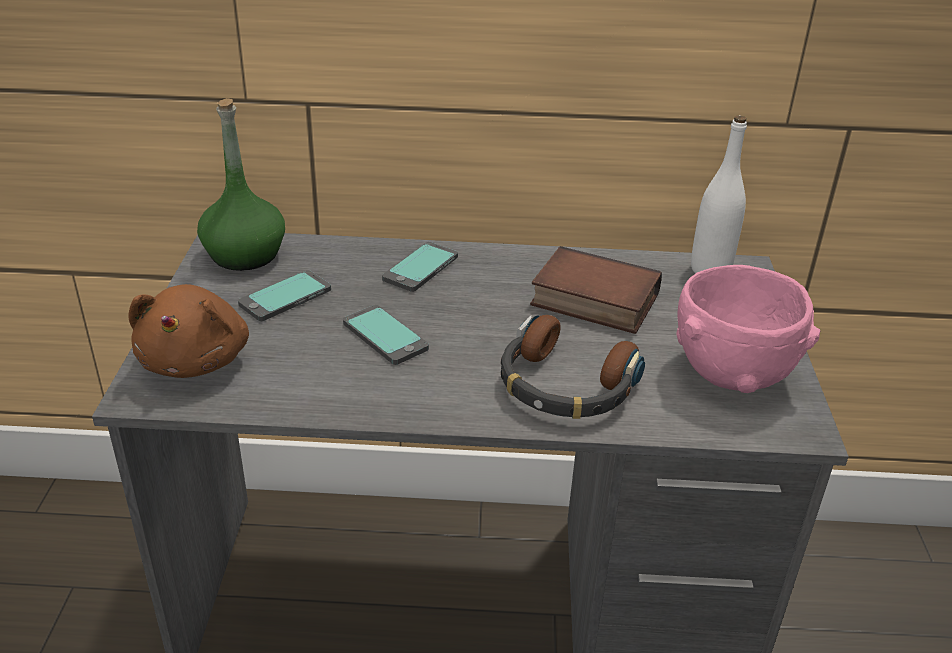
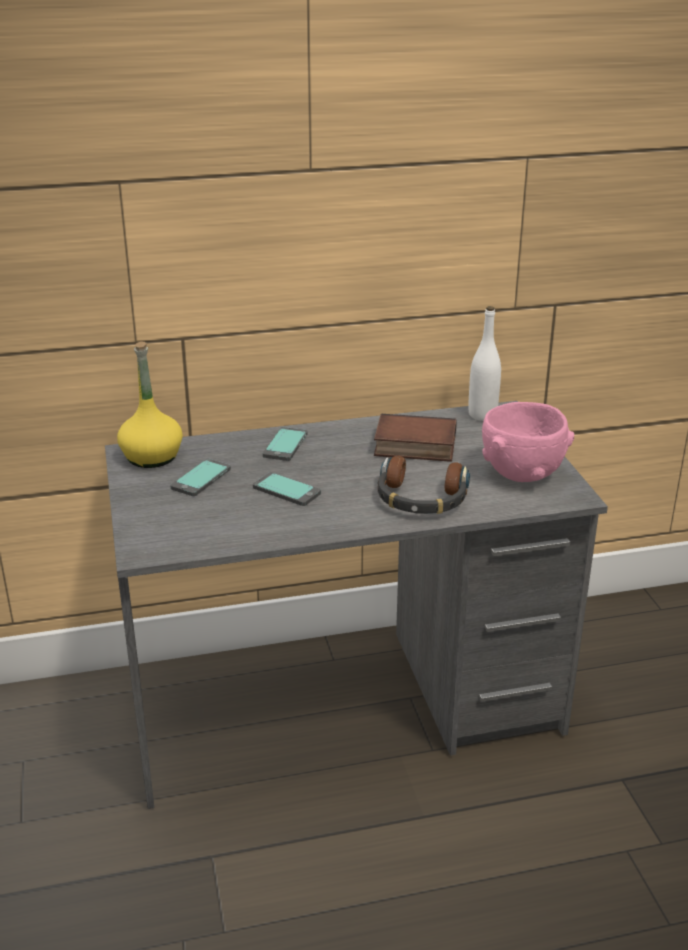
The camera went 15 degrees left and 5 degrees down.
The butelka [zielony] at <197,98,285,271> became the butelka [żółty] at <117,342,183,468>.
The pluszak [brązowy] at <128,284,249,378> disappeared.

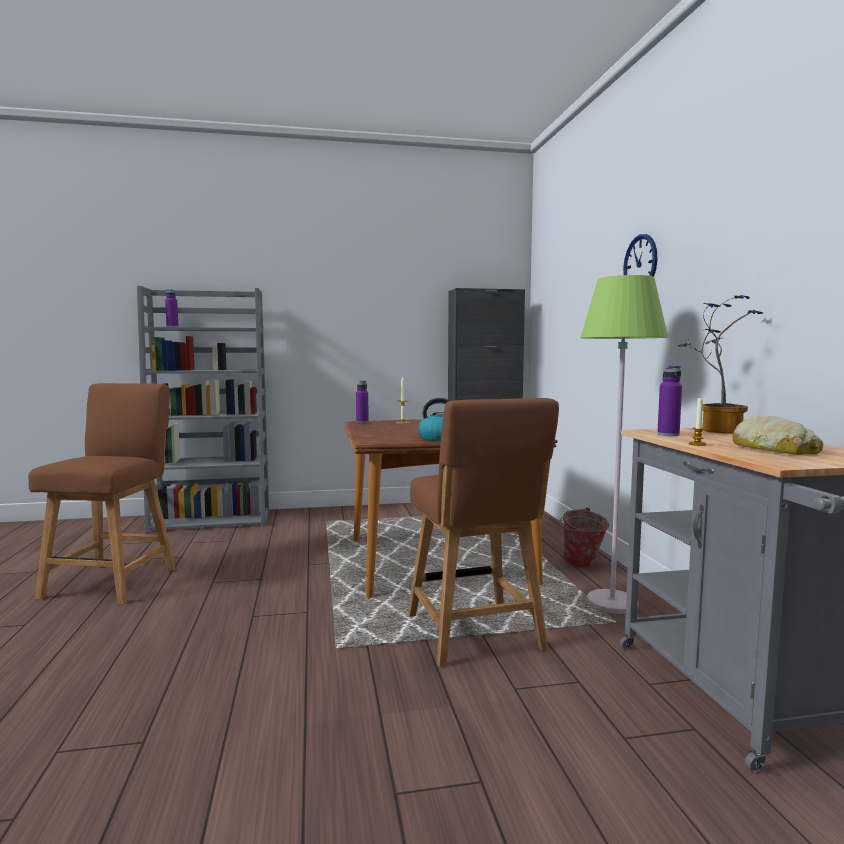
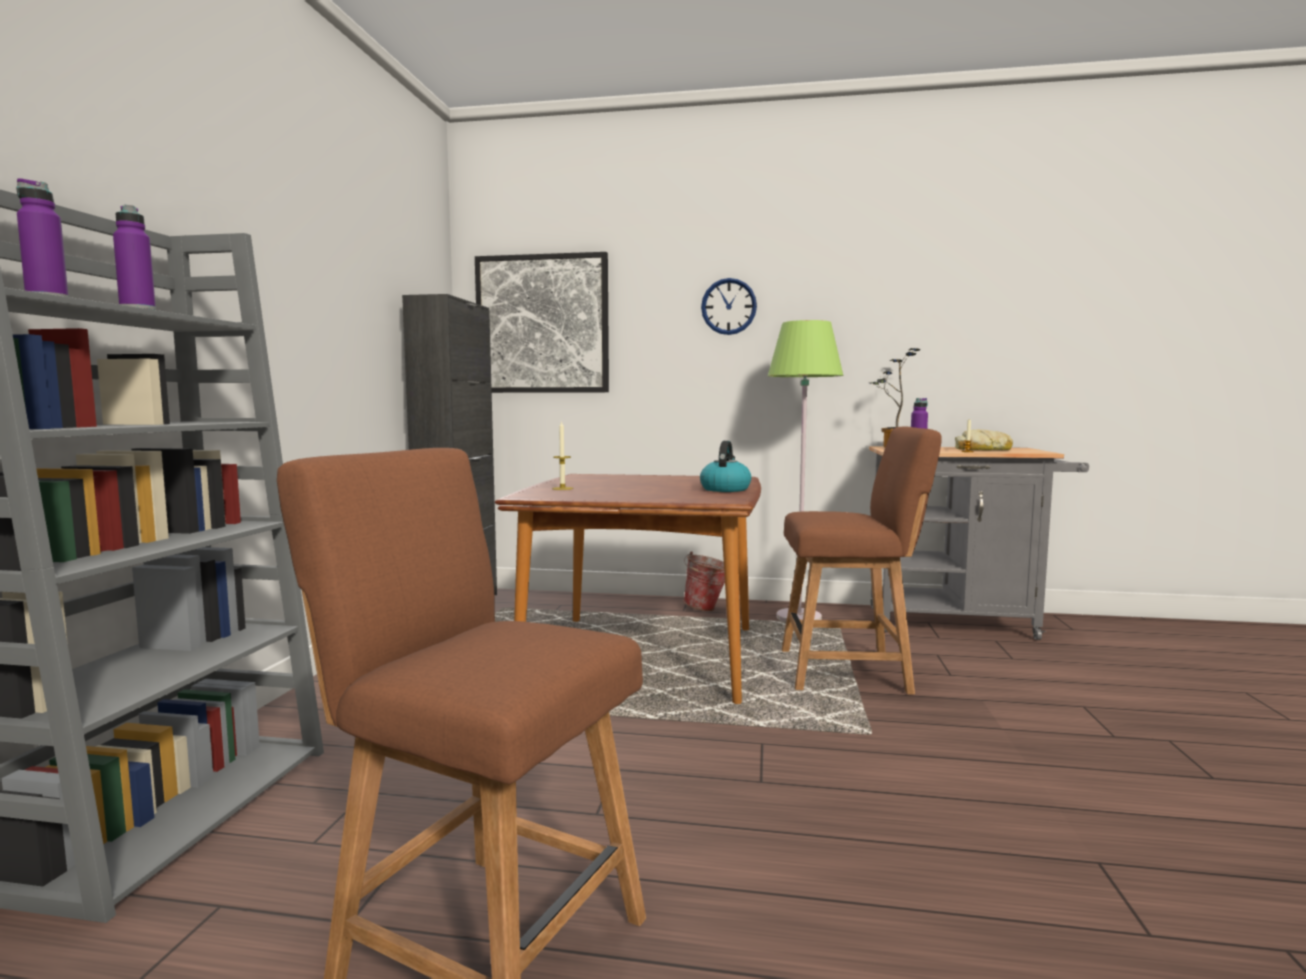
The camera went 70 degrees left and 0 degrees up.
The butelka [fioletowy] moved from <356,381,369,423> to <113,205,156,310>.
The obraz at <475,252,609,393> appeared.

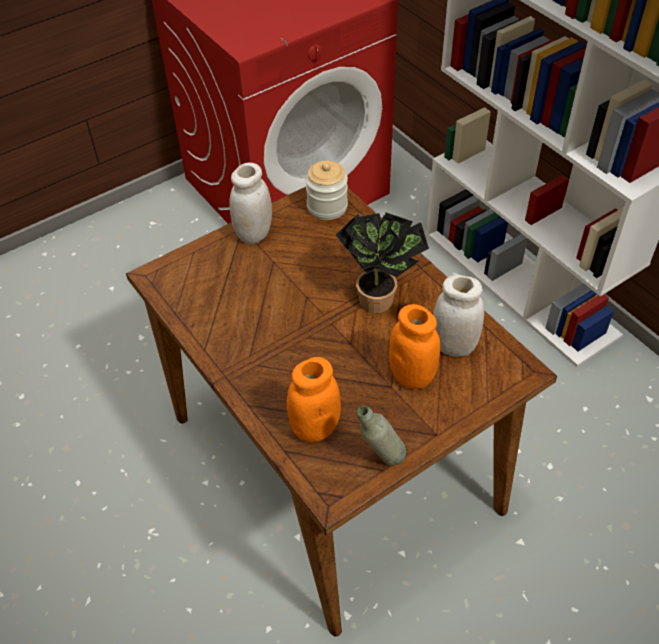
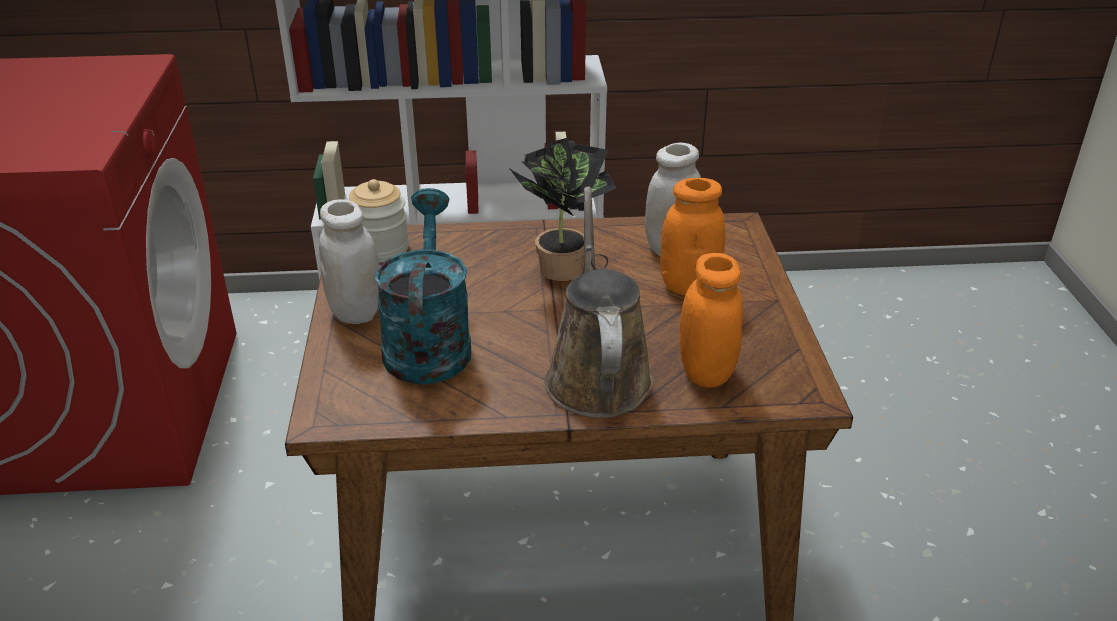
The camera went 60 degrees left and 15 degrees down.
The konewka [turkusowy] at <375,188,471,384> appeared.
The konewka [brązowy] at <545,187,653,418> appeared.
The butelka [szary] at <357,406,406,466> disappeared.

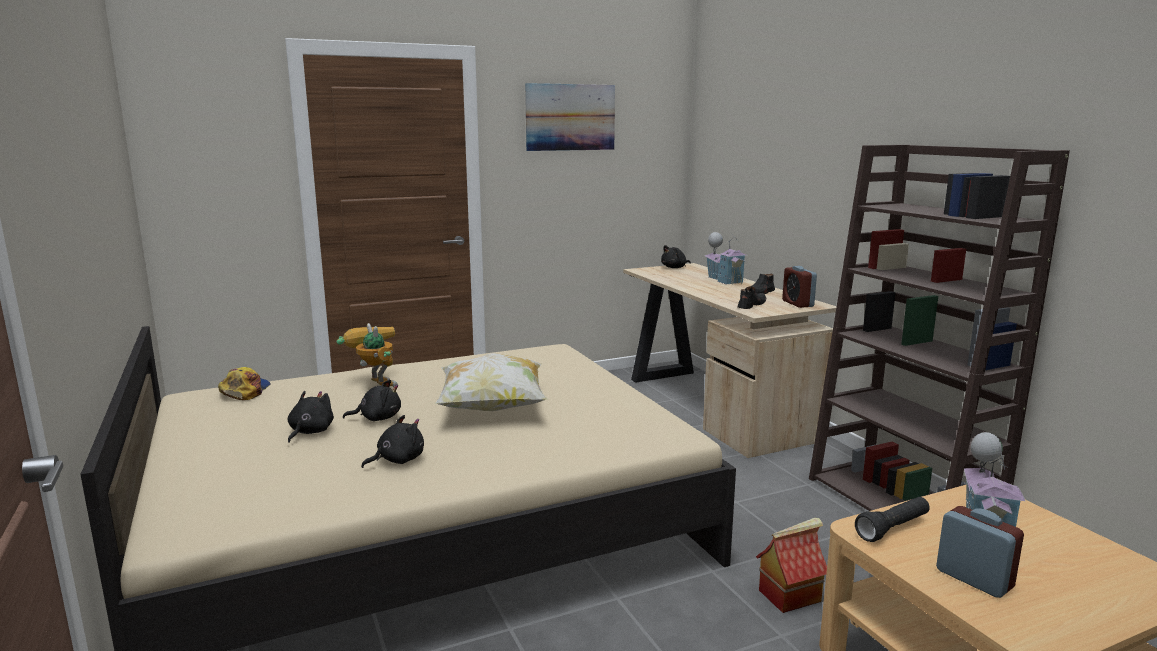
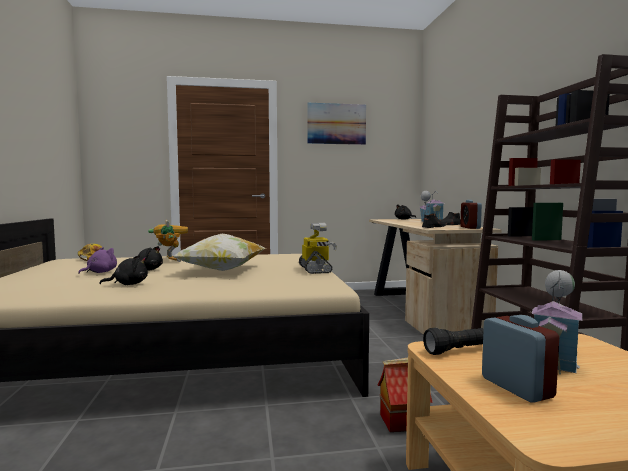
The camera went 15 degrees right and 10 degrees down.
The pluszak [czarny] at <288,391,334,443> became the pluszak [fioletowy] at <78,247,117,274>.
The robot zabawkowy at <299,223,337,274> appeared.

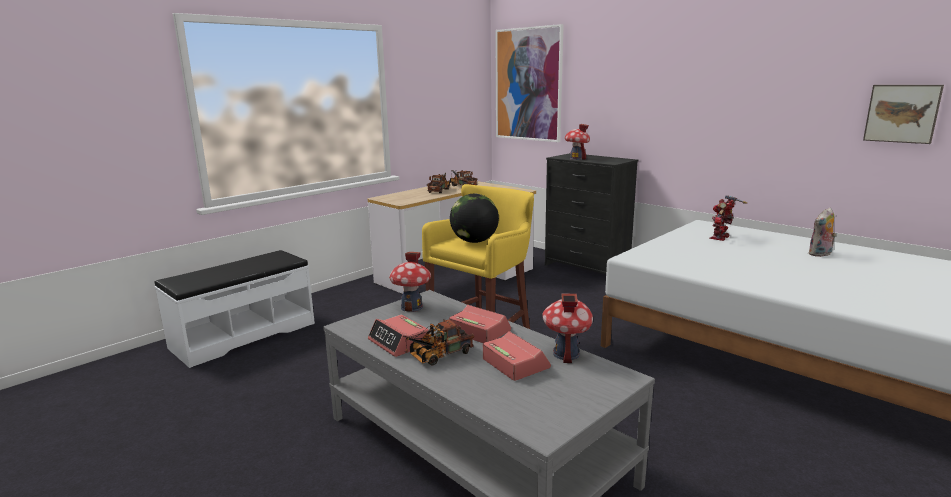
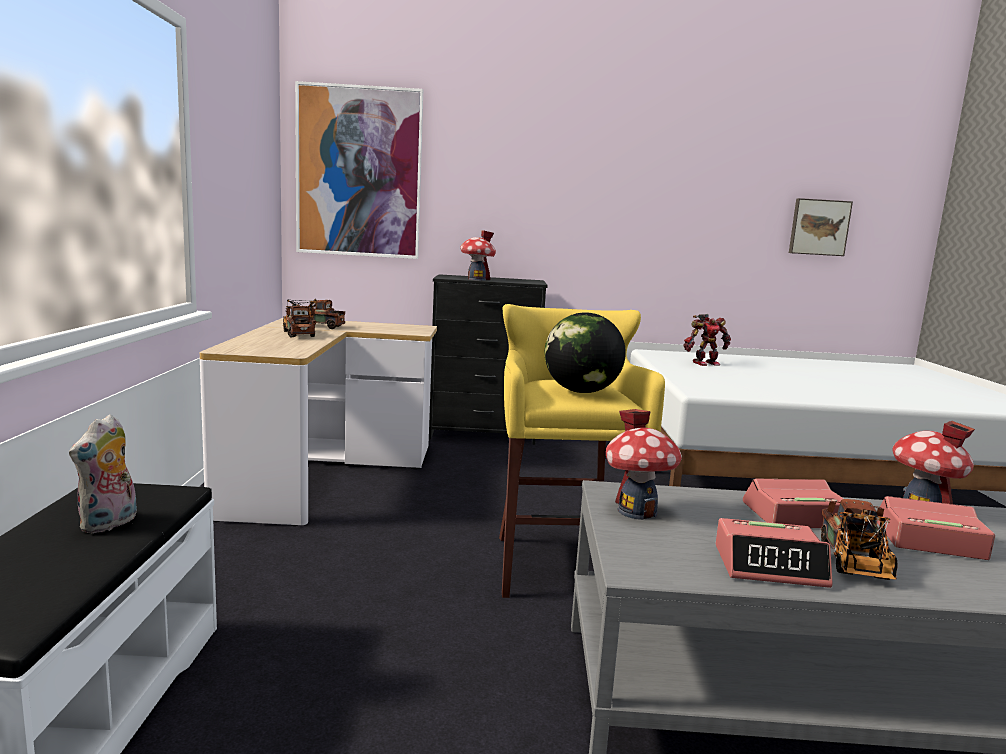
The camera went 45 degrees left and 5 degrees down.
The pluszak moved from <809,208,836,257> to <69,414,137,534>.
The robot zabawkowy at <709,195,748,241> turned 105 degrees counterclockwise.

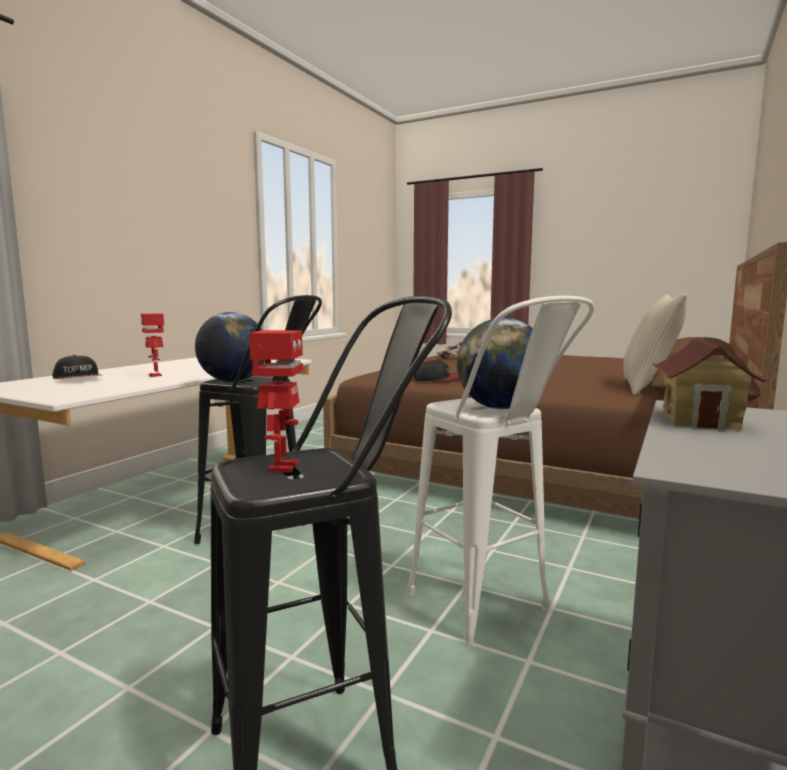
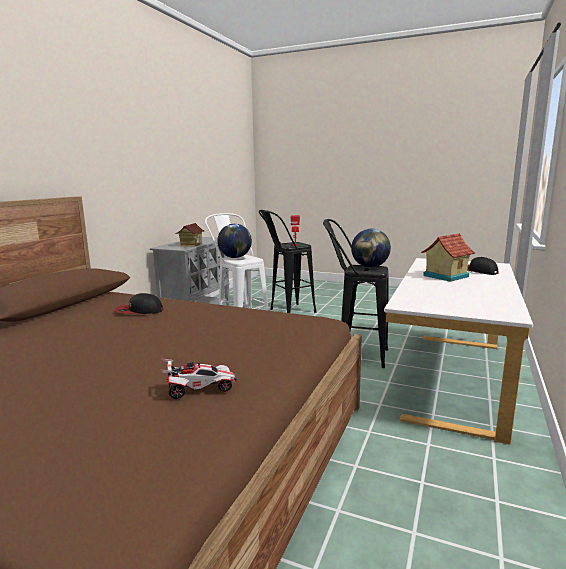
The camera went 175 degrees right and 5 degrees up.
The czapka z daszkiem moved from <414,360,459,381> to <115,293,163,314>.
The robot zabawkowy at <141,313,164,377> was replaced by the domek at <421,233,475,282>.
The poduszka [beżowy] at <623,294,687,395> disappeared.

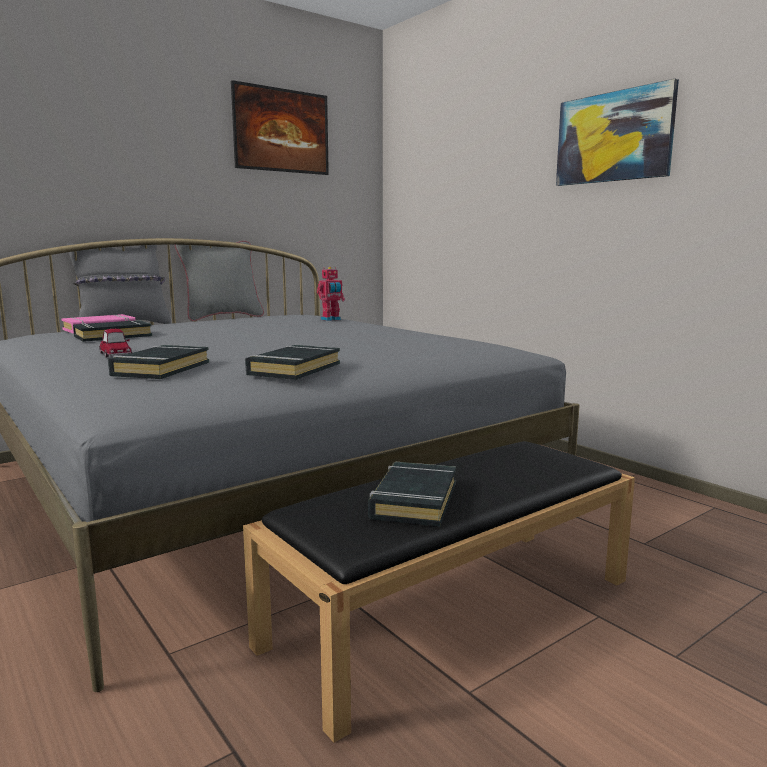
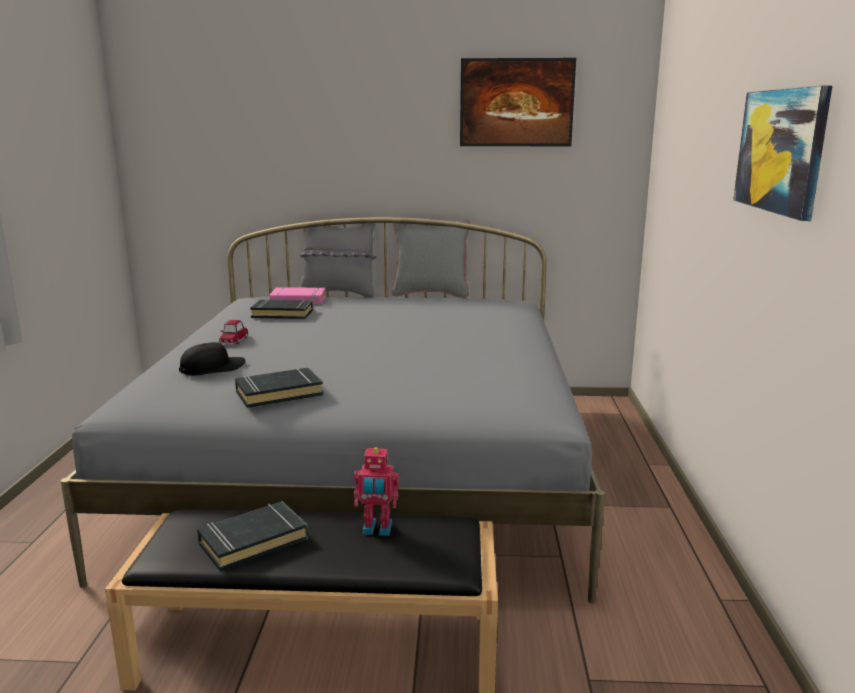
The camera went 40 degrees right and 5 degrees up.
The książka [czarny] at <108,345,209,379> was replaced by the czapka z daszkiem [czarny] at <179,342,245,375>.
The robot zabawkowy moved from <317,267,345,321> to <354,447,399,536>.

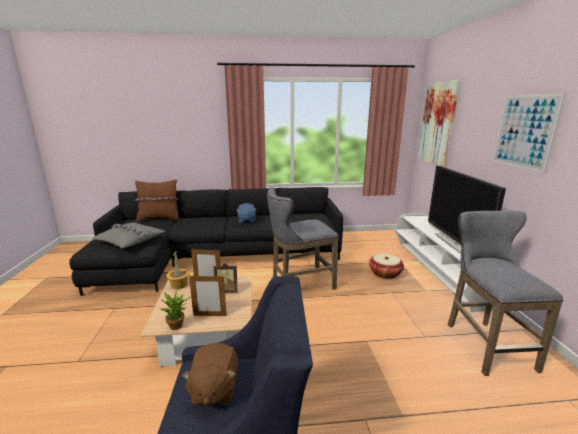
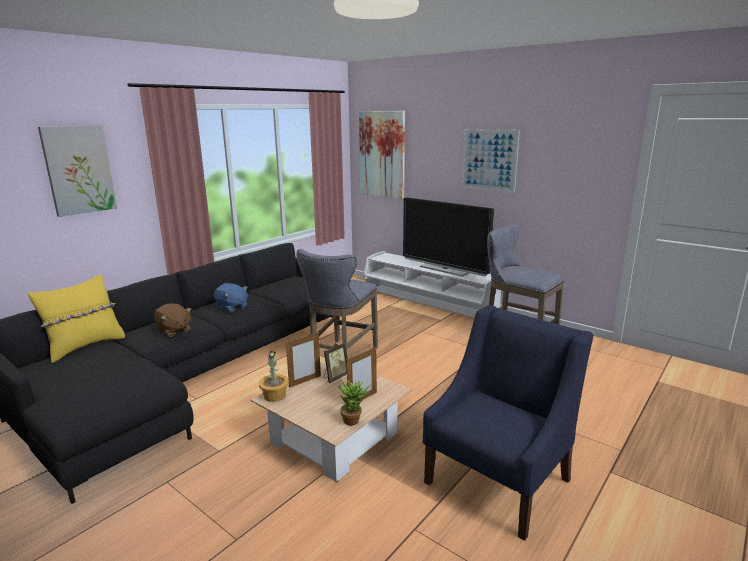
The camera went 45 degrees left and 0 degrees up.
The poduszka [brązowy] at <135,180,179,222> became the poduszka [żółty] at <28,275,125,363>.
The obraz at <38,125,117,217> appeared.
The pluszak [brązowy] moved from <181,343,238,406> to <154,303,191,337>.
The poduszka [szary] at <91,222,166,248> disappeared.
The koszyk at <369,253,404,279> disappeared.

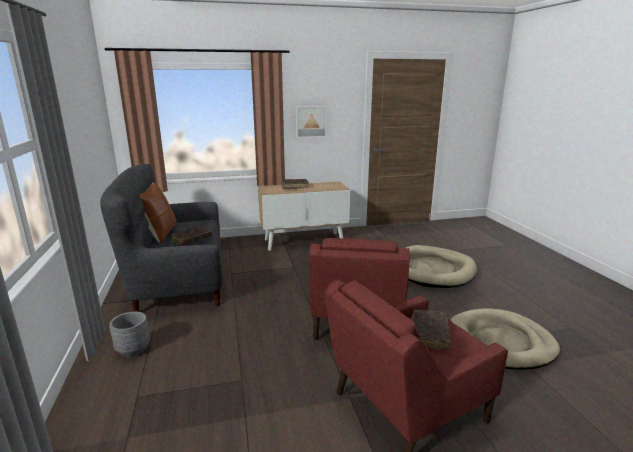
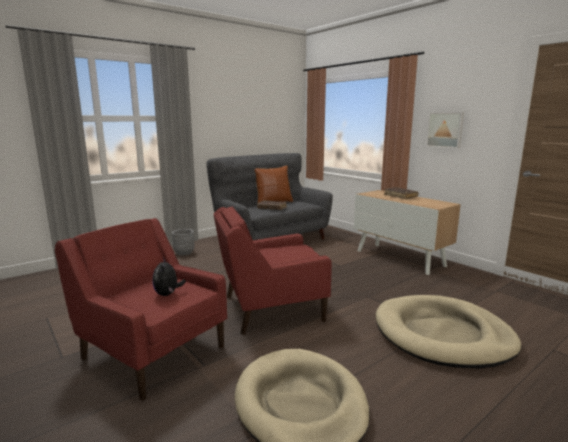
The camera went 65 degrees right and 5 degrees down.
The książka [brązowy] at <412,310,451,350> was replaced by the pluszak at <152,257,186,296>.

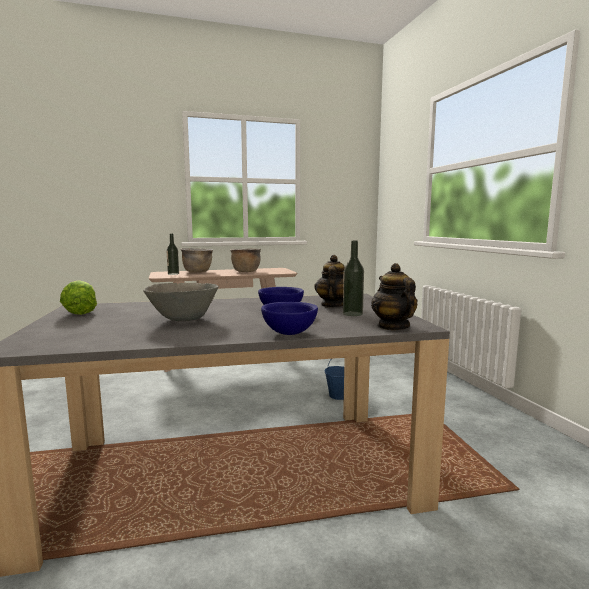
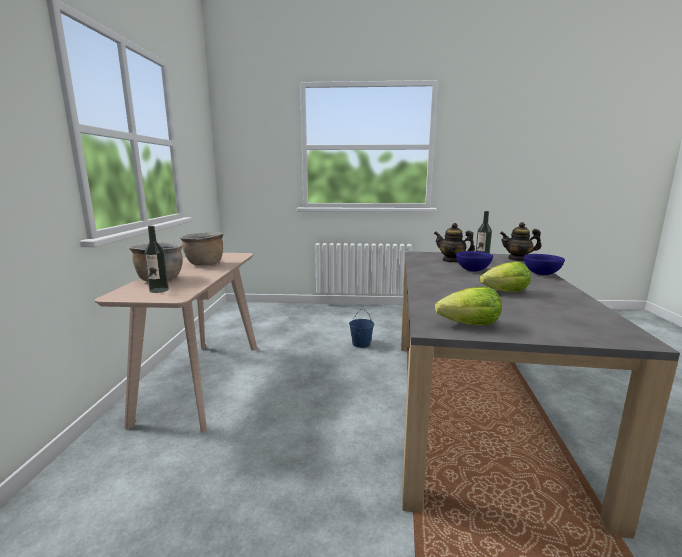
The camera went 70 degrees left and 5 degrees up.
The miska [szary] at <143,283,219,321> was replaced by the sałata at <480,262,531,292>.

